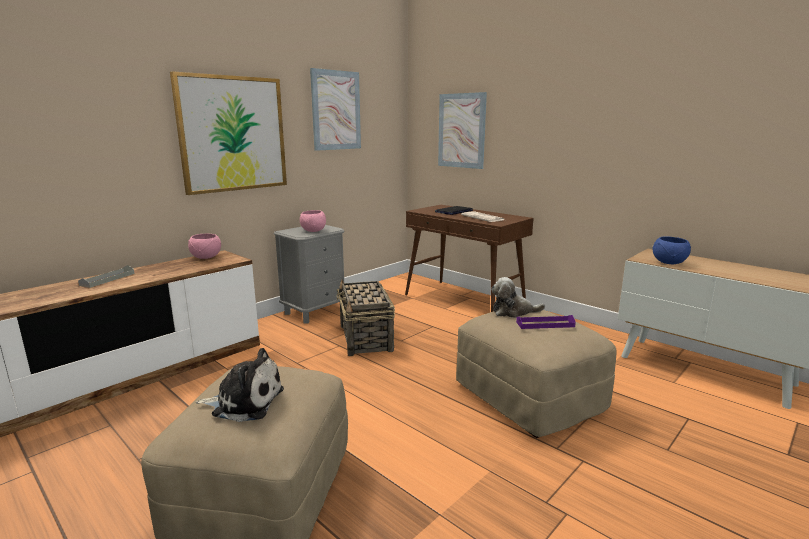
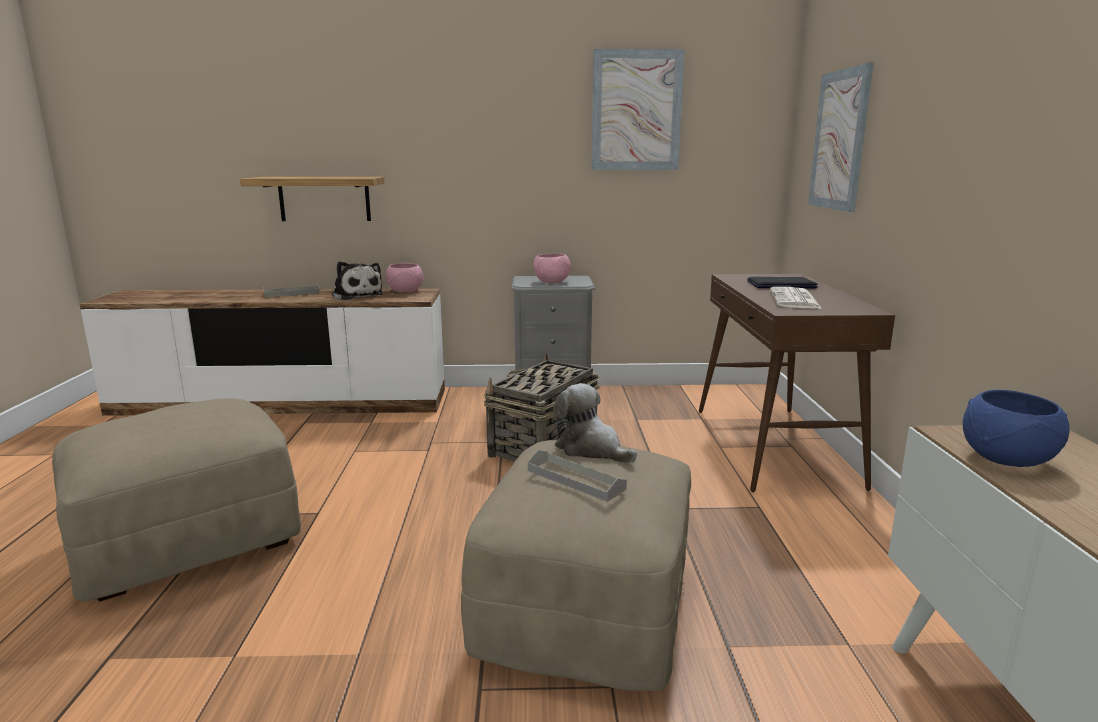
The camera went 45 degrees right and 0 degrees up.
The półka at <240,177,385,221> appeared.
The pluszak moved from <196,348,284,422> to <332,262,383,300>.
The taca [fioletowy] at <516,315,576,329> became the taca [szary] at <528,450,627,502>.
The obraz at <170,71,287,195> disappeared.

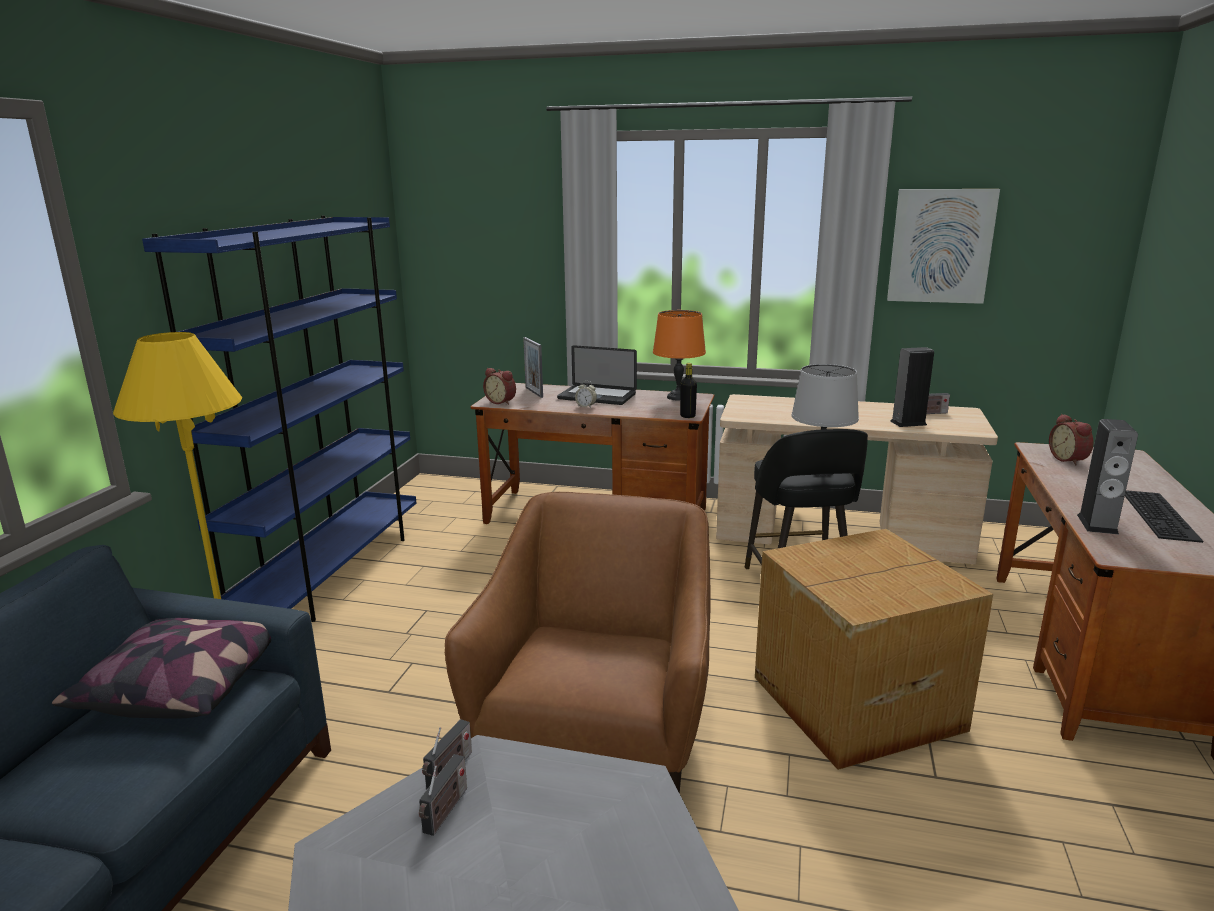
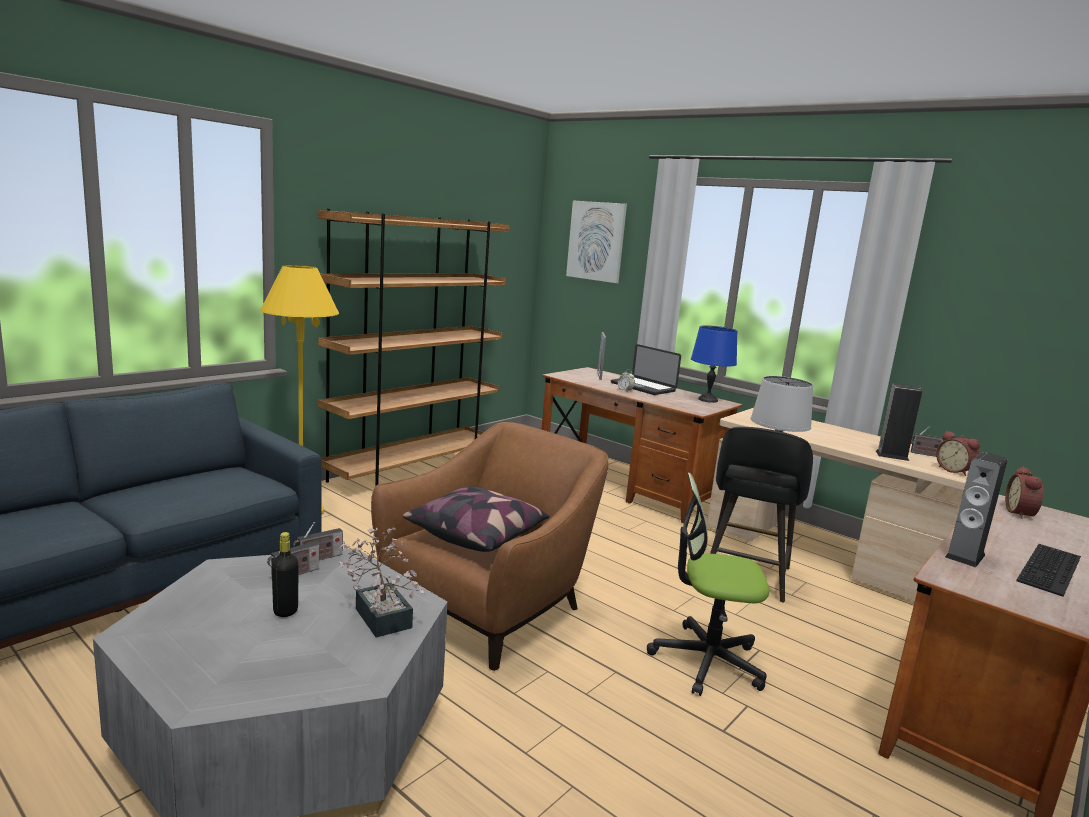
The camera went 25 degrees right and 5 degrees down.
The butelka [czarny] moved from <680,363,697,418> to <272,532,299,617>.
The regał [niebieski] at <142,215,417,622> became the regał [brązowy] at <318,209,510,486>.
The roślina doniczkowa at <339,527,425,638> appeared.
The poduszka moved from <52,618,271,719> to <402,486,549,552>.
The obraz moved from <887,189,1000,304> to <566,201,627,283>.
The karton at <755,529,993,770> was replaced by the krzesło biurowe at <647,472,769,696>.
The lampa stołowa [pomarańczowy] at <653,310,706,401> became the lampa stołowa [niebieski] at <691,326,738,403>.
The budzik moved from <483,368,516,405> to <936,431,980,476>.

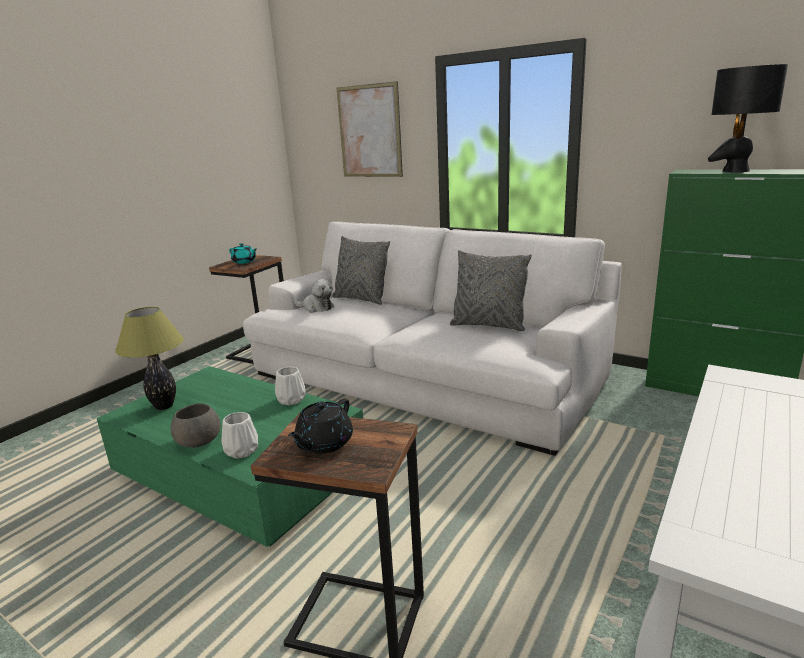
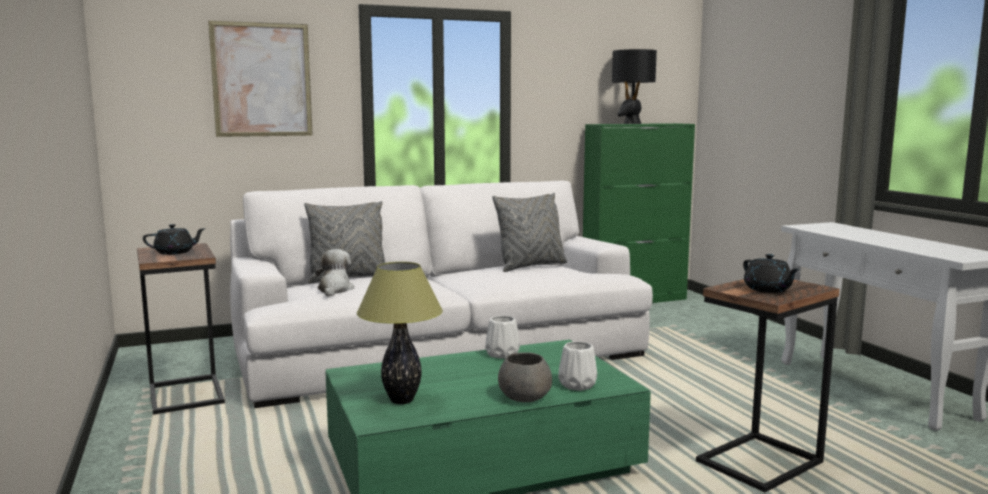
The camera went 55 degrees left and 10 degrees down.
The imbryk [turkusowy] at <229,243,256,264> became the imbryk [czarny] at <143,224,206,255>.
The pluszak at <294,279,334,313> turned 60 degrees counterclockwise.

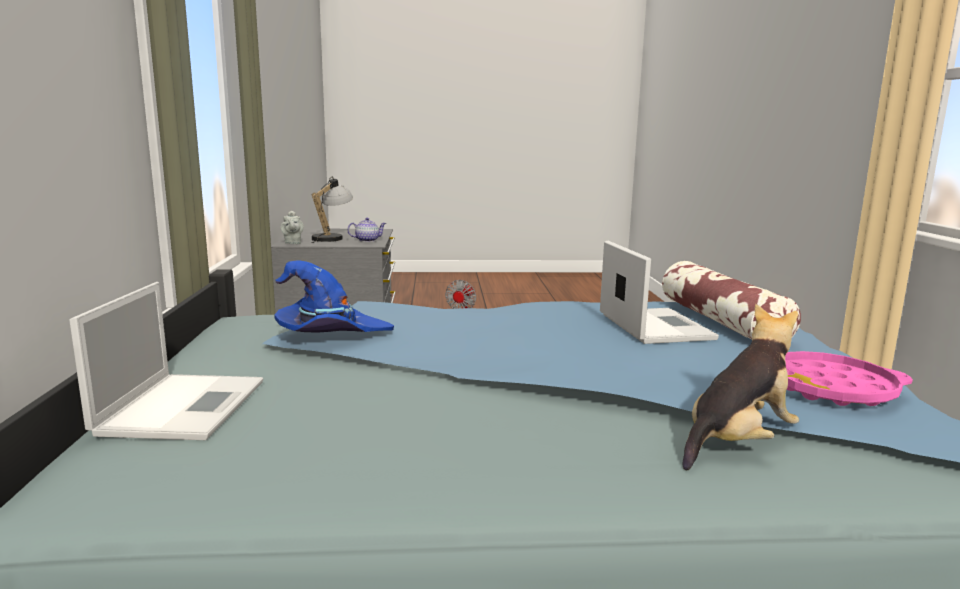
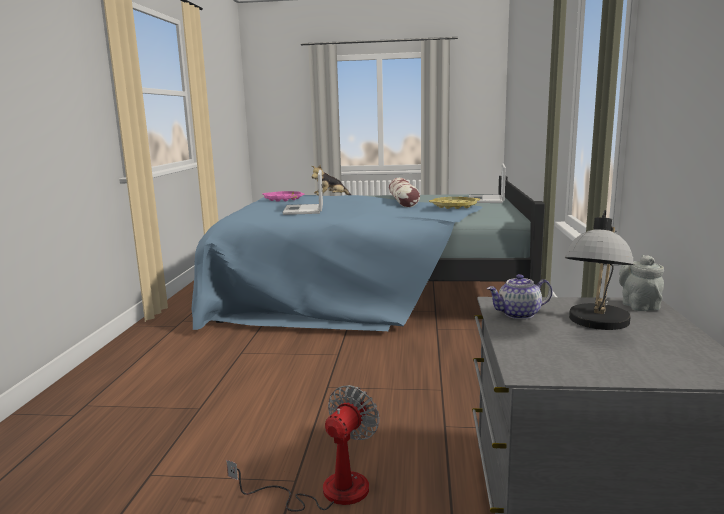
The camera went 170 degrees left and 0 degrees up.
The poduszka moved from <662,261,801,340> to <389,178,420,207>.
The kapelusz [niebieski] at <274,260,394,333> was replaced by the taca [żółty] at <429,197,480,209>.

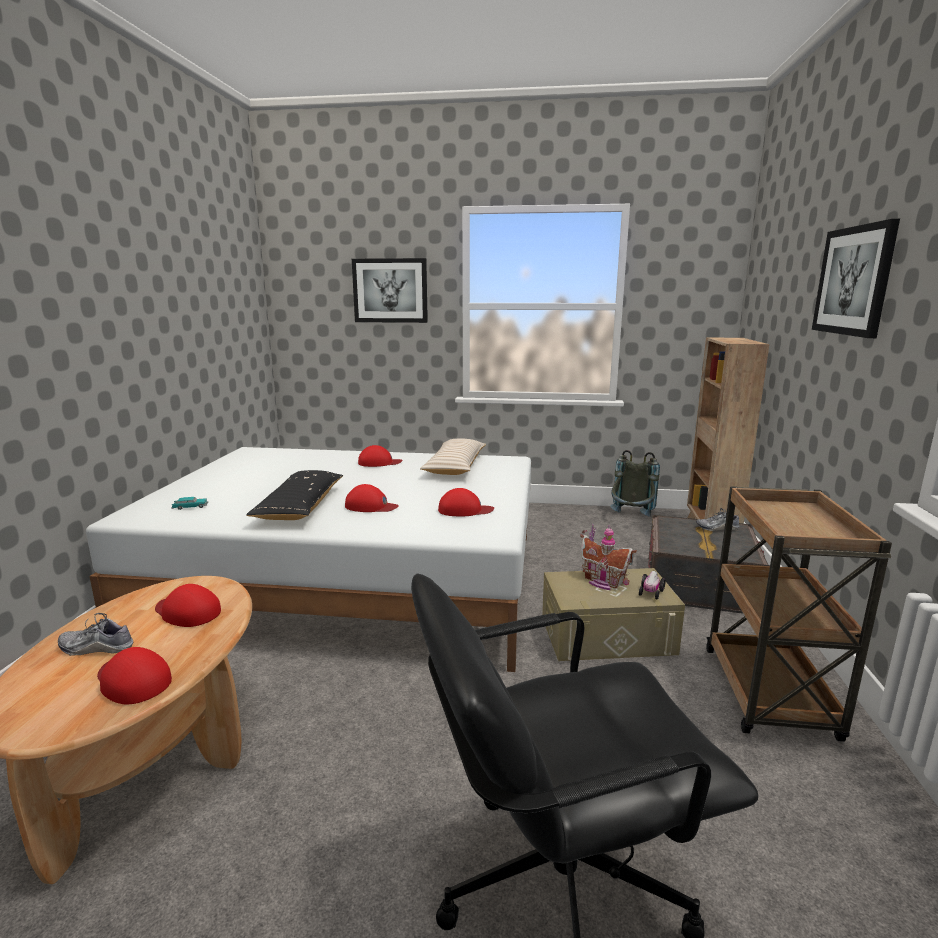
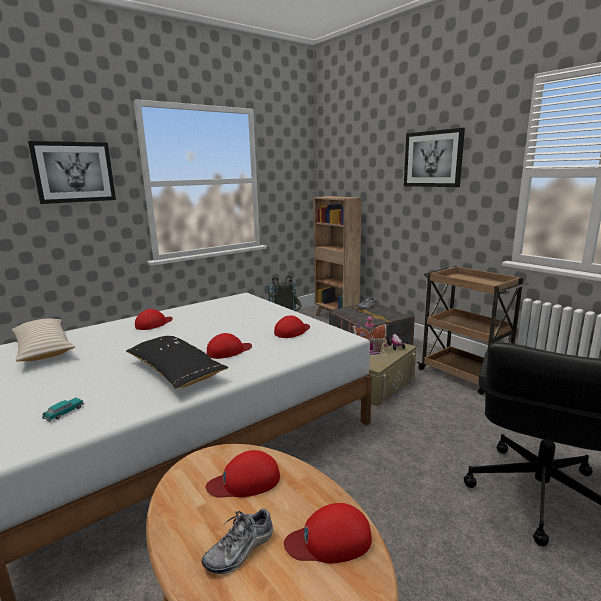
The camera went 45 degrees left and 0 degrees up.
The poduszka [beżowy] moved from <420,439,486,475> to <11,318,75,362>.

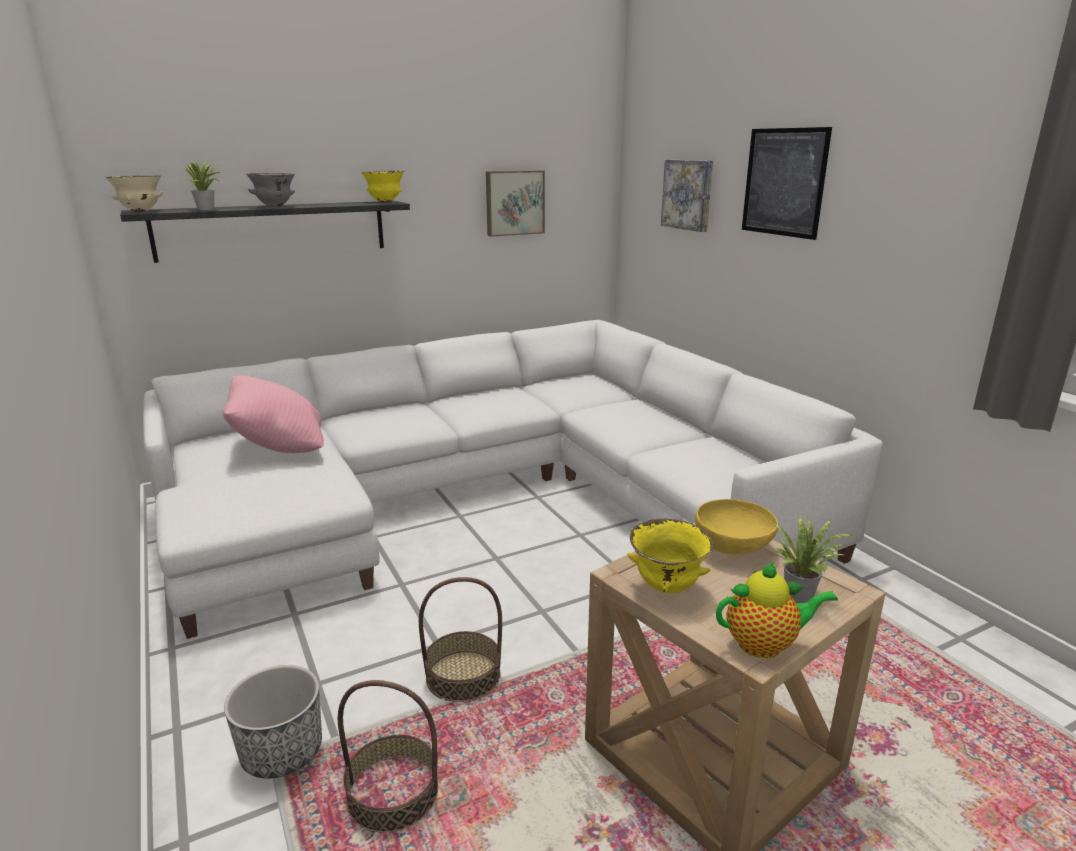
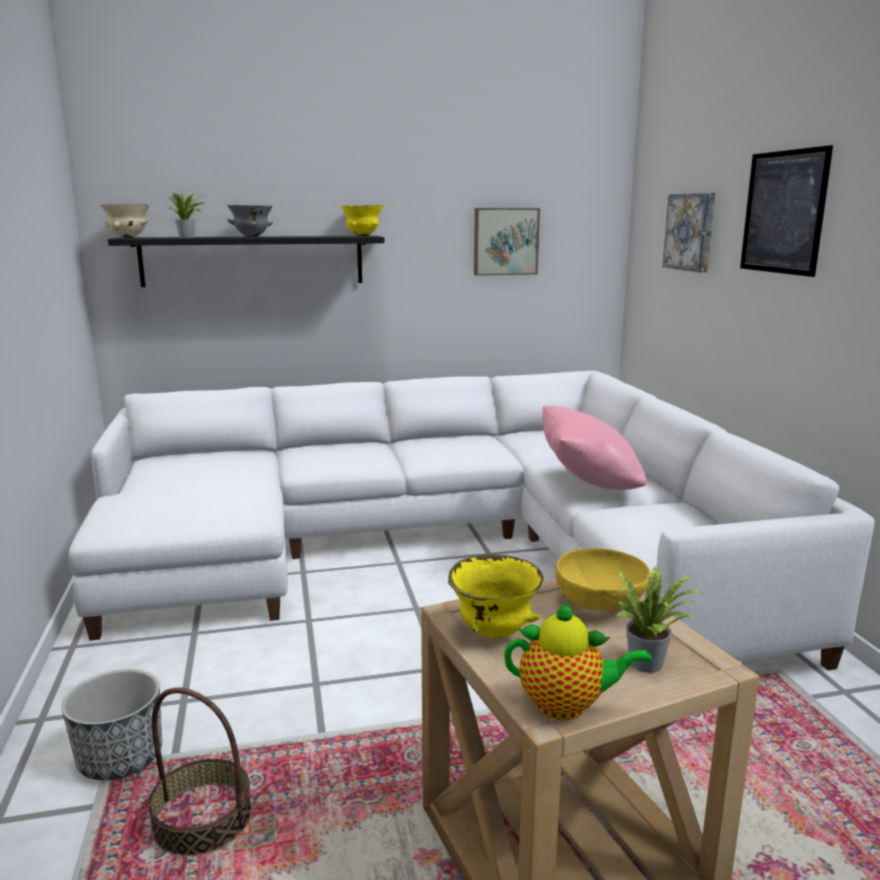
The camera went 15 degrees right and 5 degrees down.
The poduszka [różowy] moved from <222,376,324,453> to <542,405,647,490>.
The koszyk at <419,577,502,702> disappeared.

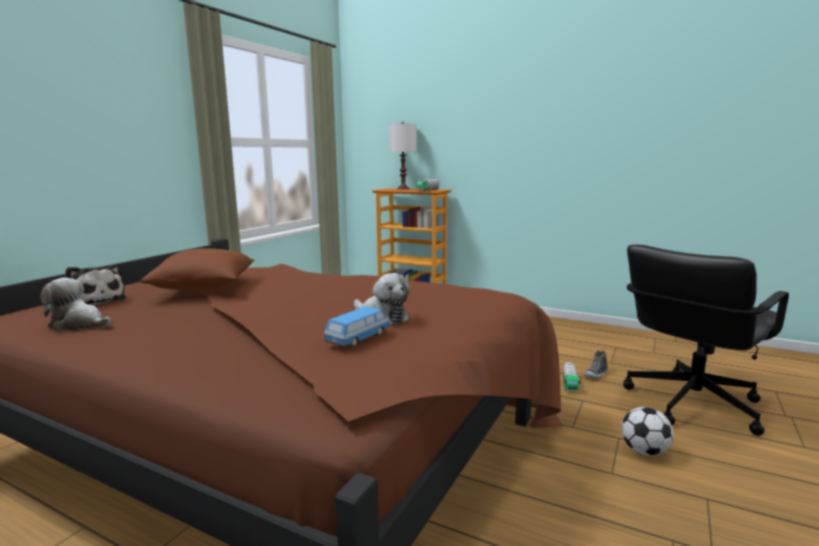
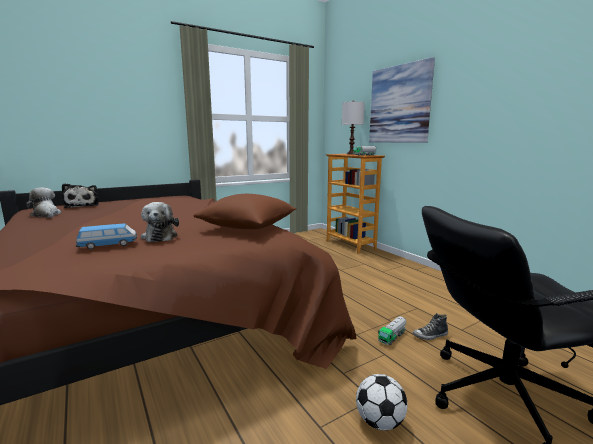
The camera went 30 degrees right and 0 degrees up.
The poduszka [brązowy] moved from <140,248,255,290> to <193,194,296,229>.
The obraz at <369,57,435,143> appeared.

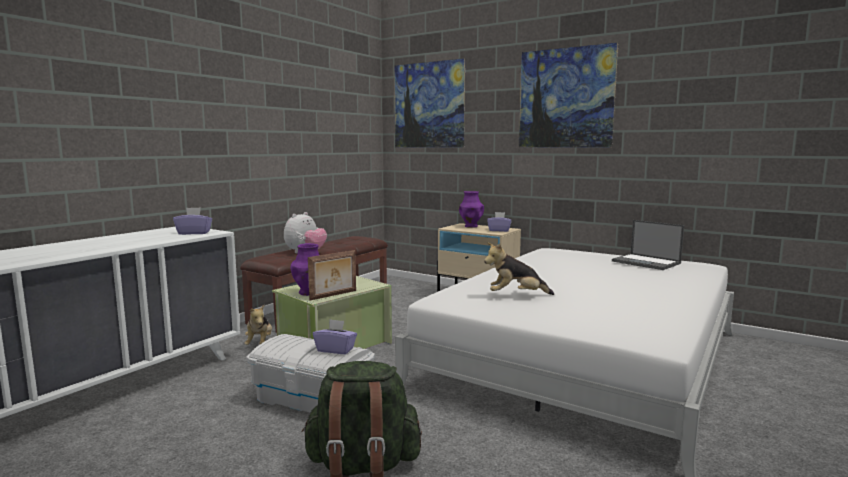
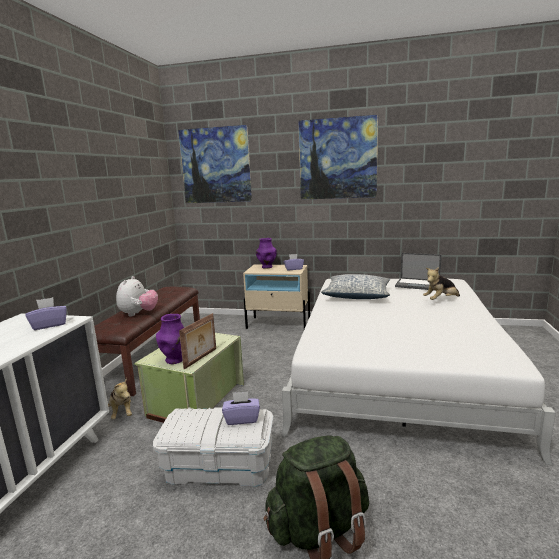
The camera went 20 degrees left and 5 degrees up.
The poduszka at <321,274,391,299> appeared.
The pluszak moved from <484,242,554,295> to <423,267,460,300>.

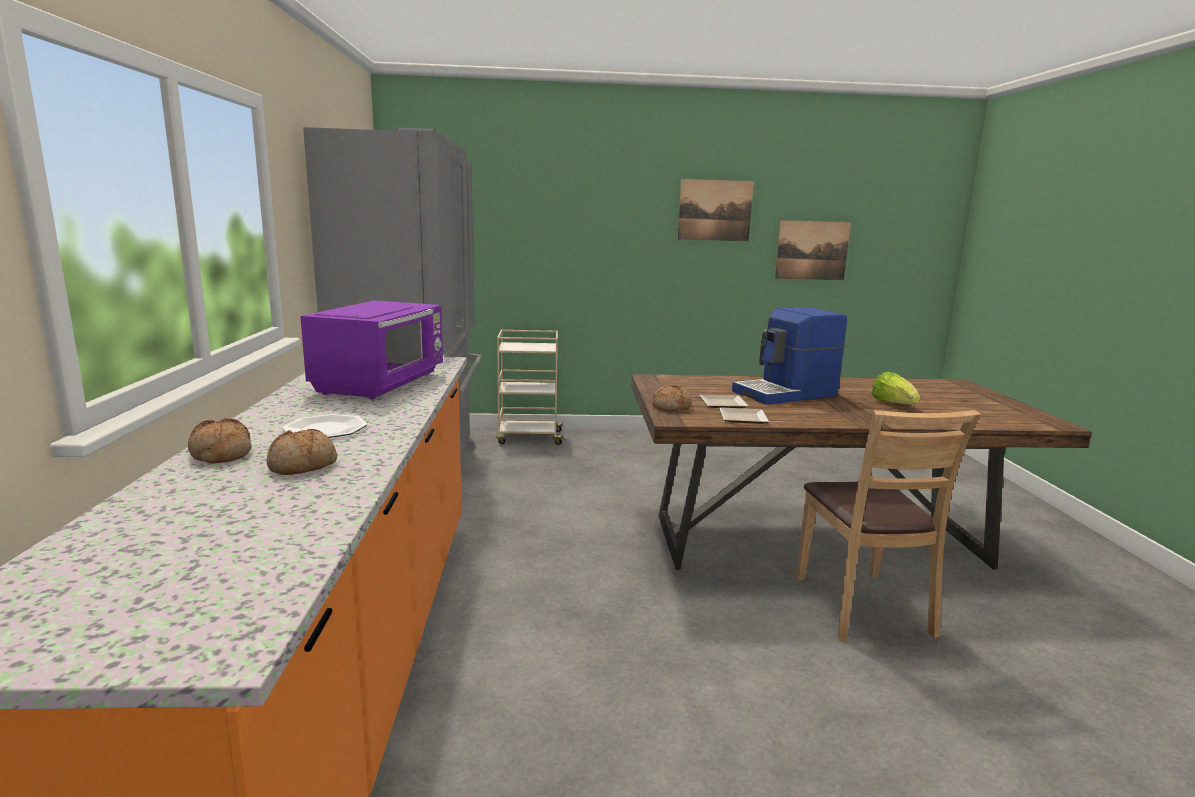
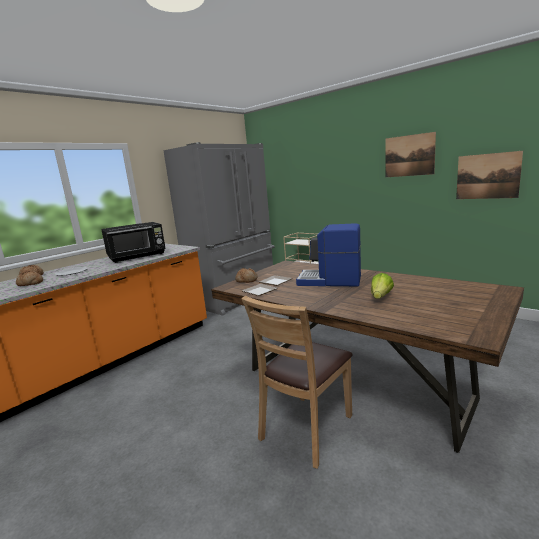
The camera went 45 degrees right and 0 degrees up.
The mikrofalówka [fioletowy] at <300,301,443,400> became the mikrofalówka [czarny] at <101,222,166,263>.

